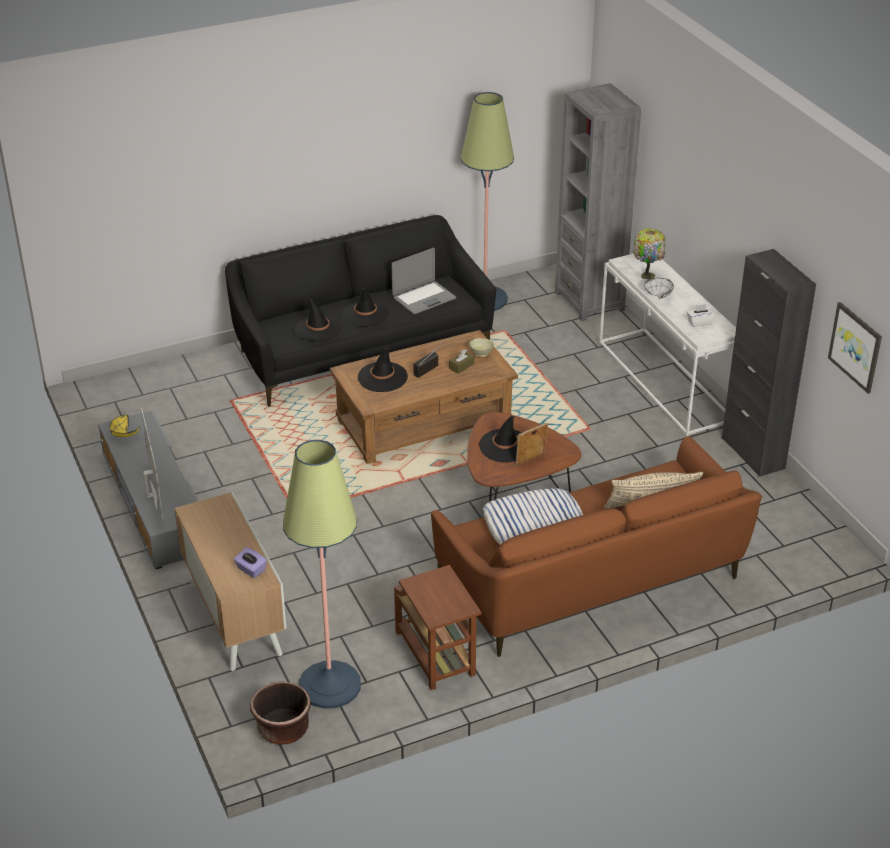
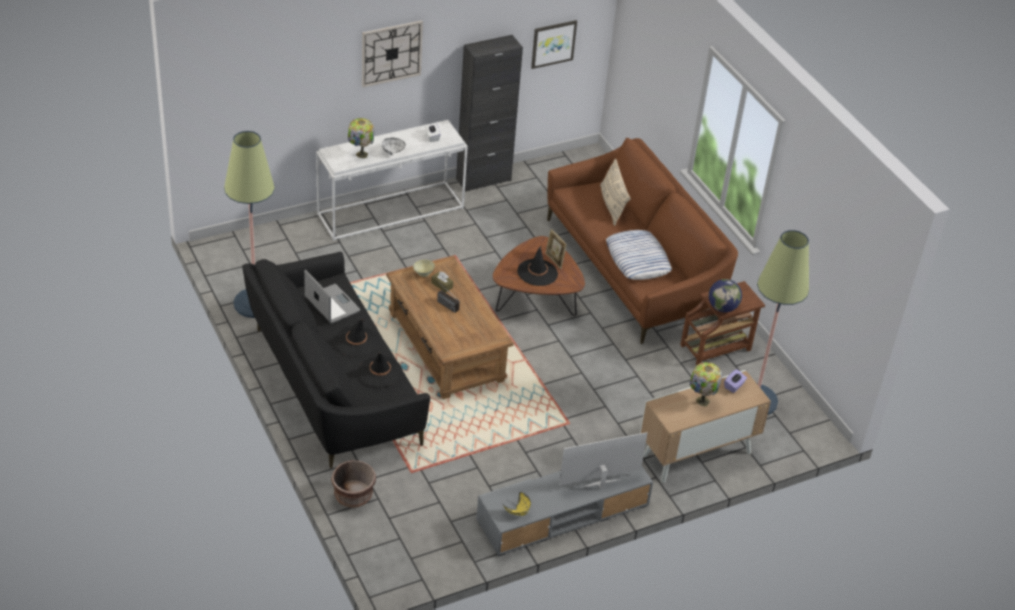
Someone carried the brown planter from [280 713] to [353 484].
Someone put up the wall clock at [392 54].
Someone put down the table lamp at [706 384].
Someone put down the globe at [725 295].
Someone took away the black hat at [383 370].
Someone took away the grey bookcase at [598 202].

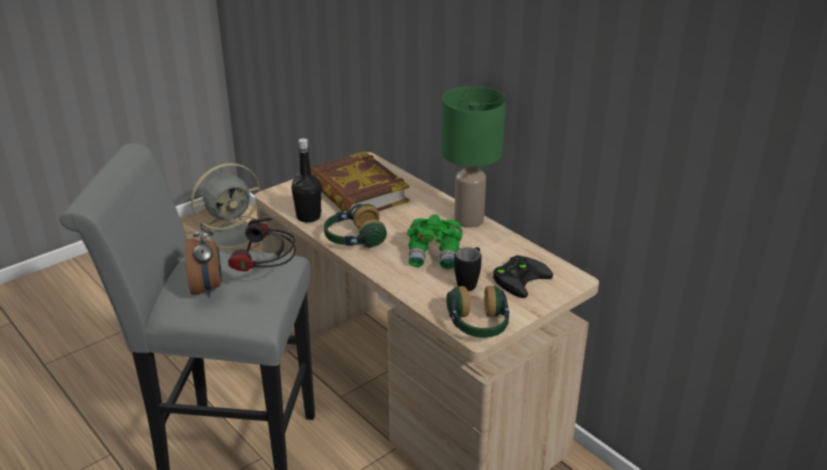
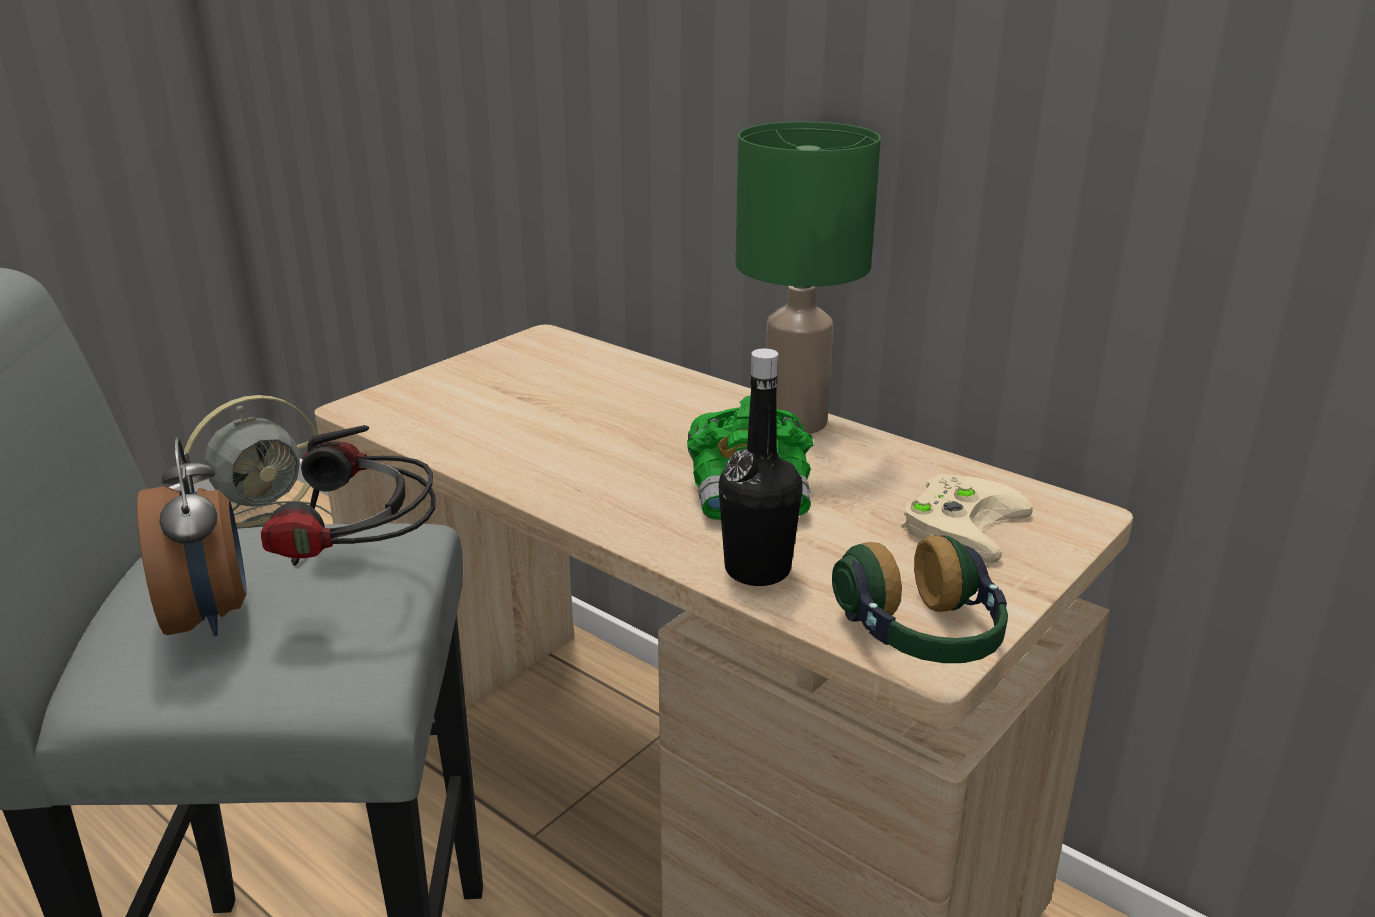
Someone carried the black bottle from [306 180] to [760 467].
Someone repainted the black game controller at [523 276], which became the beige game controller at [967 518].
Someone took away the book at [359 184].
Someone took away the headphones at [355 226].
Someone took away the black mug at [468 269].

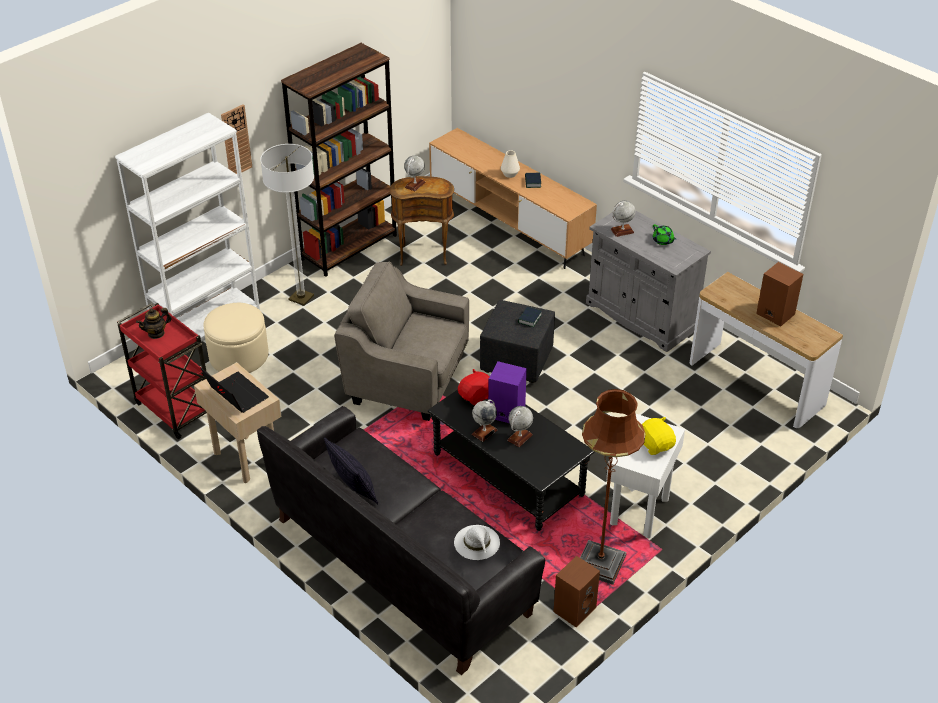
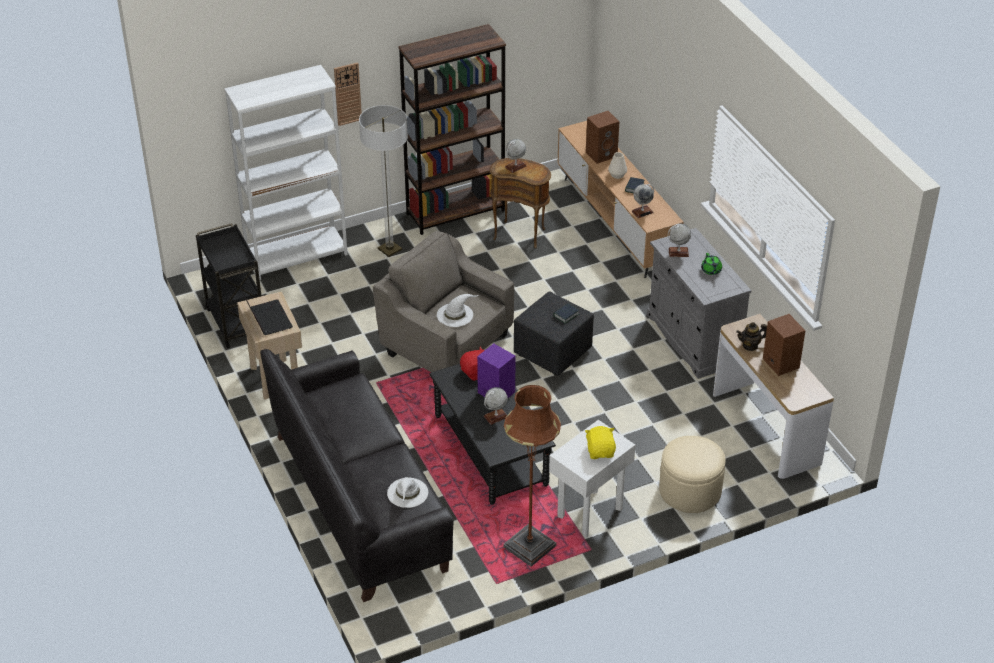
Someone repainted the red cart at [162 371], which became the black cart at [228 285].
Someone put down the white hat at [458 310].
Someone carried the brown speaker from [576 591] to [602 137].
Someone carried the globe from [484 421] to [642 201].
Someone carried the beige ottoman from [236 338] to [692 474].
Someone carried the teapot from [154 323] to [751 336].
Someone took away the pillow at [351 470].

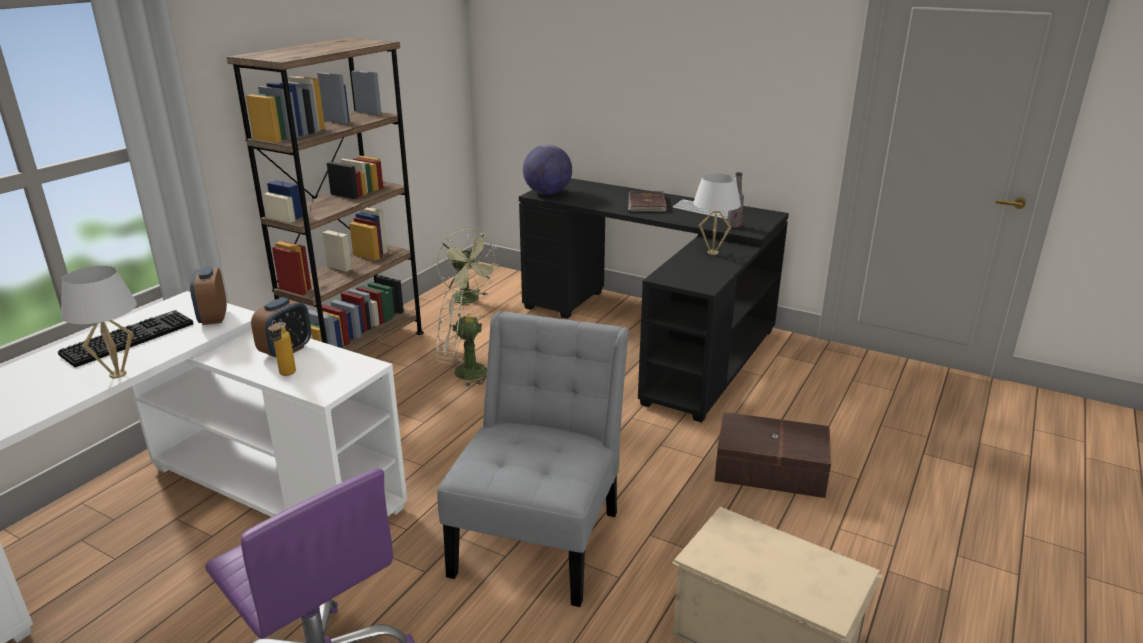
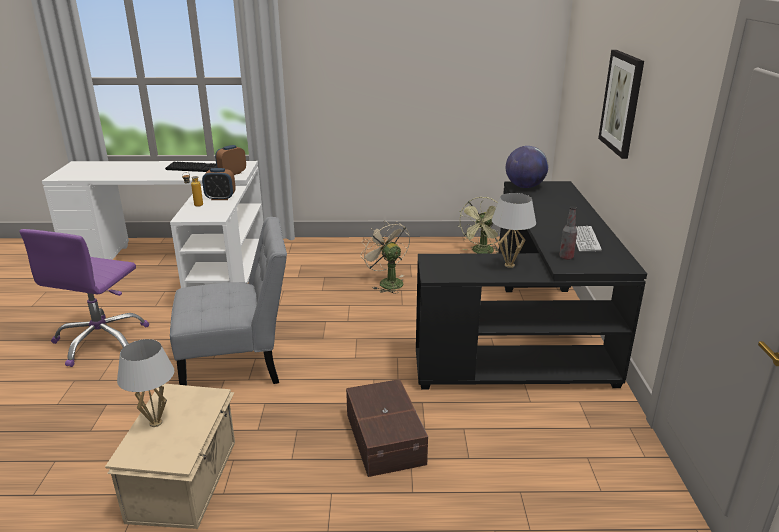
Someone carried the white table lamp from [99 322] to [145 383].
Someone put up the picture at [621 104].
Someone took away the brown bookcase at [325 196].
Someone took away the brown book at [647 201].

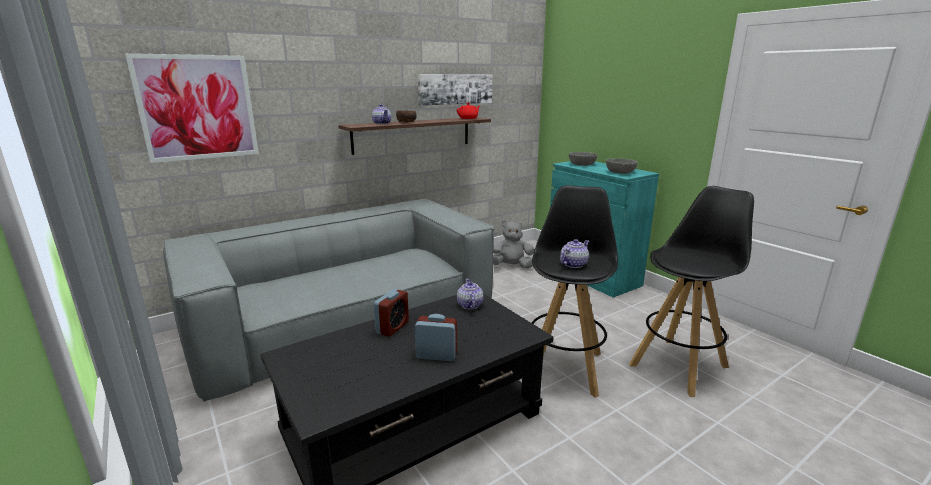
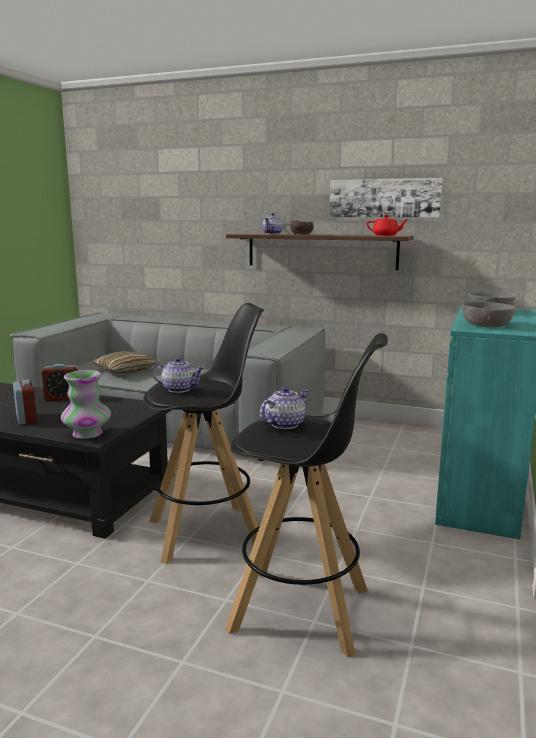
Someone put down the vase at [86 404].
Someone put down the pillow at [125 362].
Someone carried the teapot from [470 294] to [284 408].
Someone took away the picture at [192 108].
Someone took away the grey plush toy at [514 244].

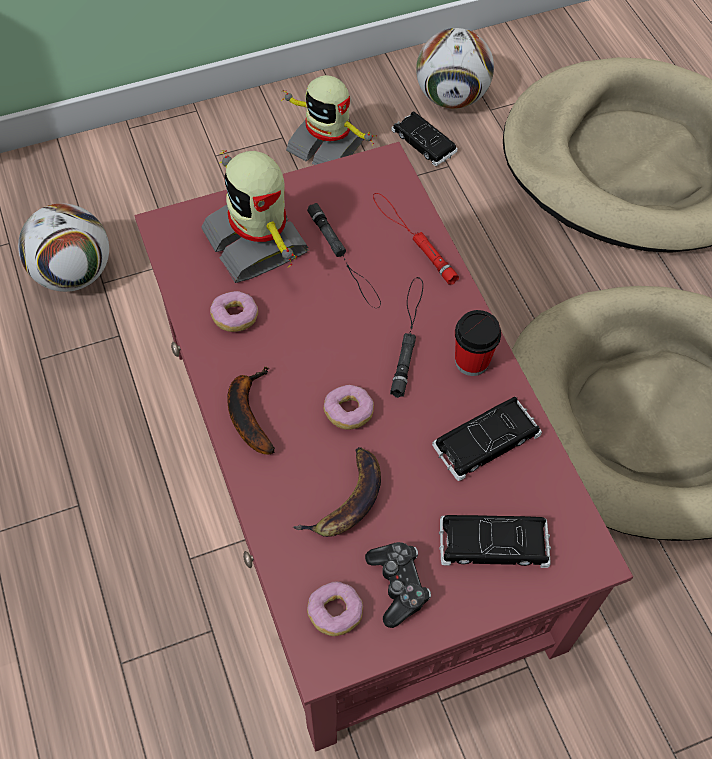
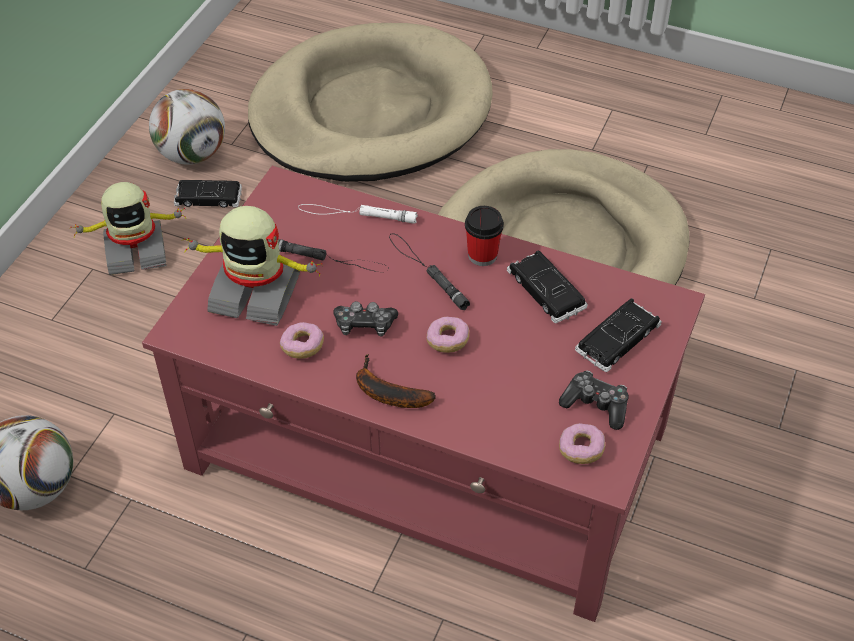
Someone repainted the red flashlight at [416 239], which became the white flashlight at [358 214].
Someone put down the game controller at [365 318].
Someone rotated the black toy car at [487 439] by 135 degrees clockwise.
Someone took away the banana at [337 492].

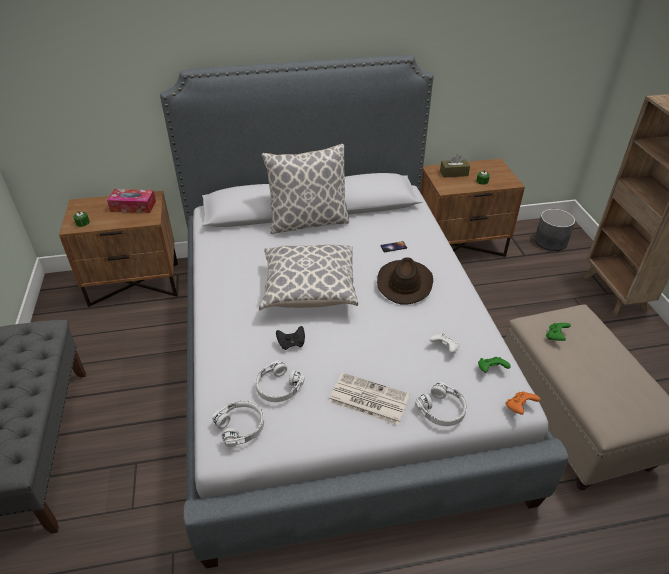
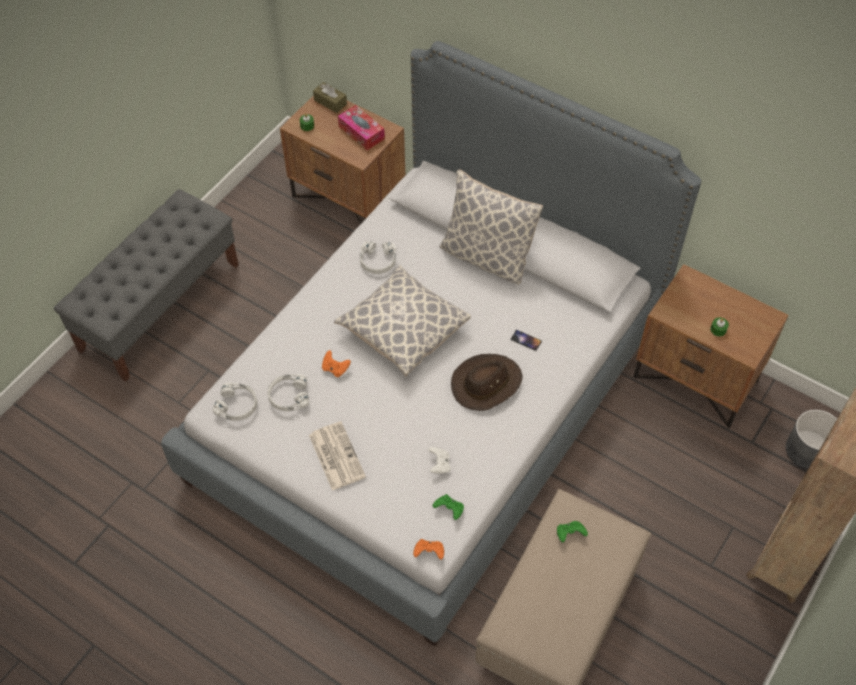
Someone carried the brown tissue box from [455 166] to [330 97].
Someone repainted the black game controller at [290 338], which became the orange game controller at [336 363].
Someone carried the white headphones from [441 404] to [378 257].

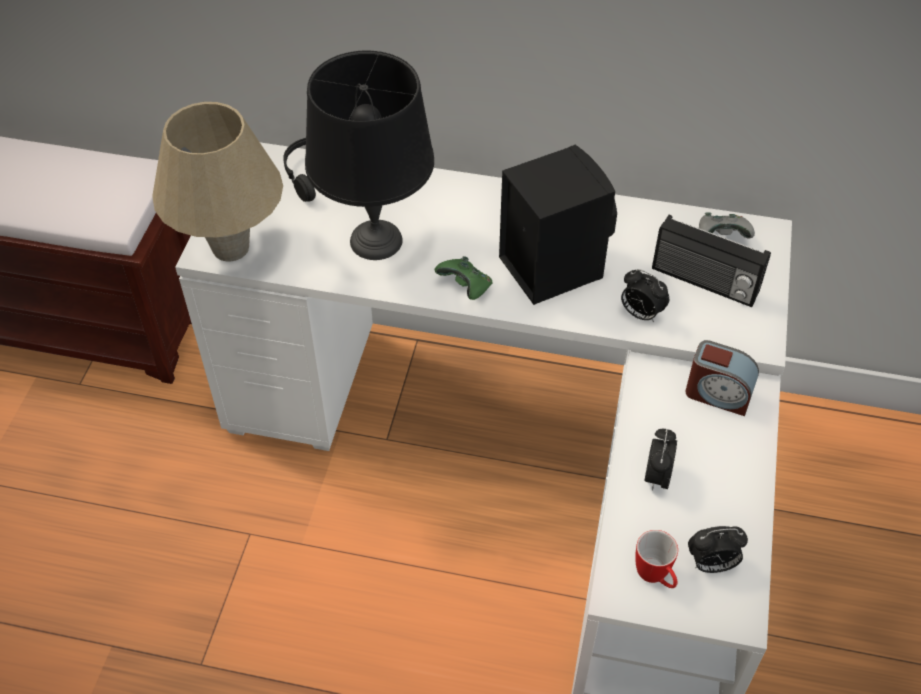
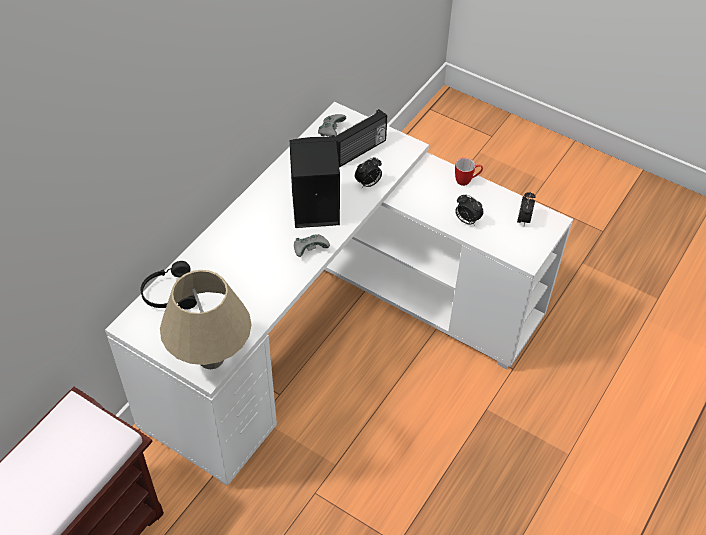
Someone repainted the green game controller at [464 278], which became the grey game controller at [312 245].
Someone carried the mug from [656 559] to [469 172].
Someone took away the black table lamp at [369 155].
Someone took away the alarm clock at [722 378].

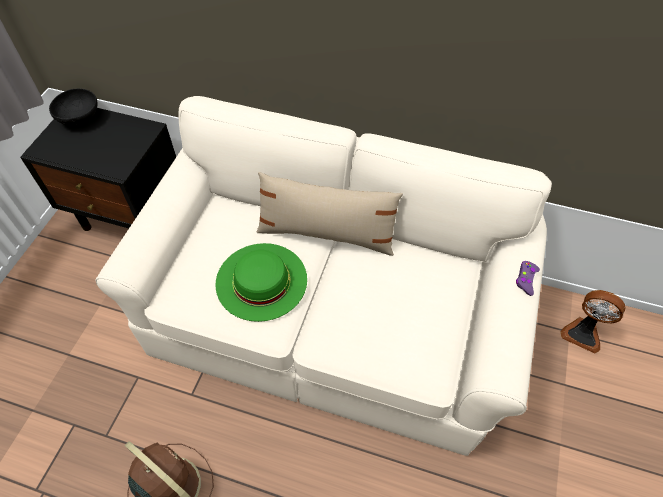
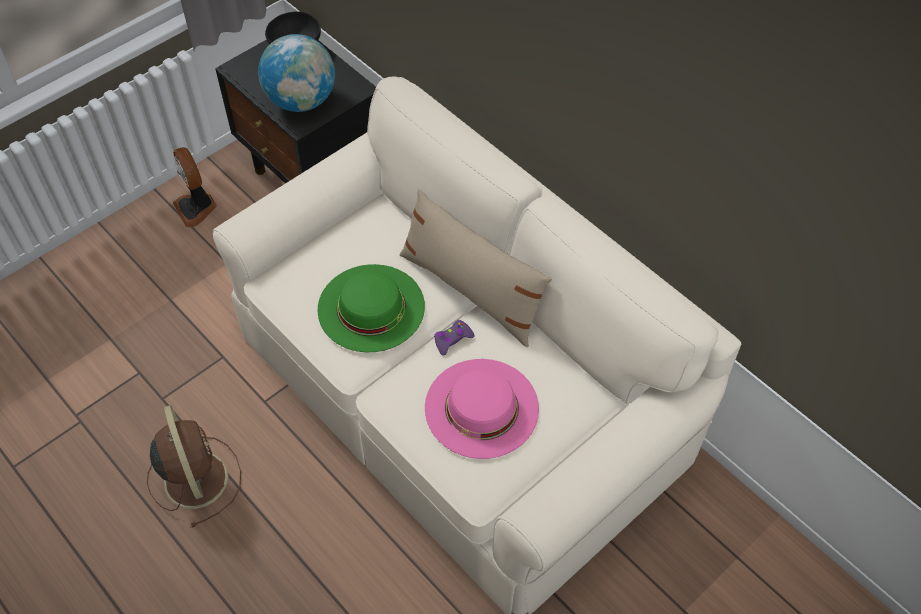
Someone carried the fan from [593 321] to [195 187].
Someone put down the globe at [296 73].
Someone put down the pink hat at [482 409].
Someone carried the purple game controller from [528 278] to [454 338].

